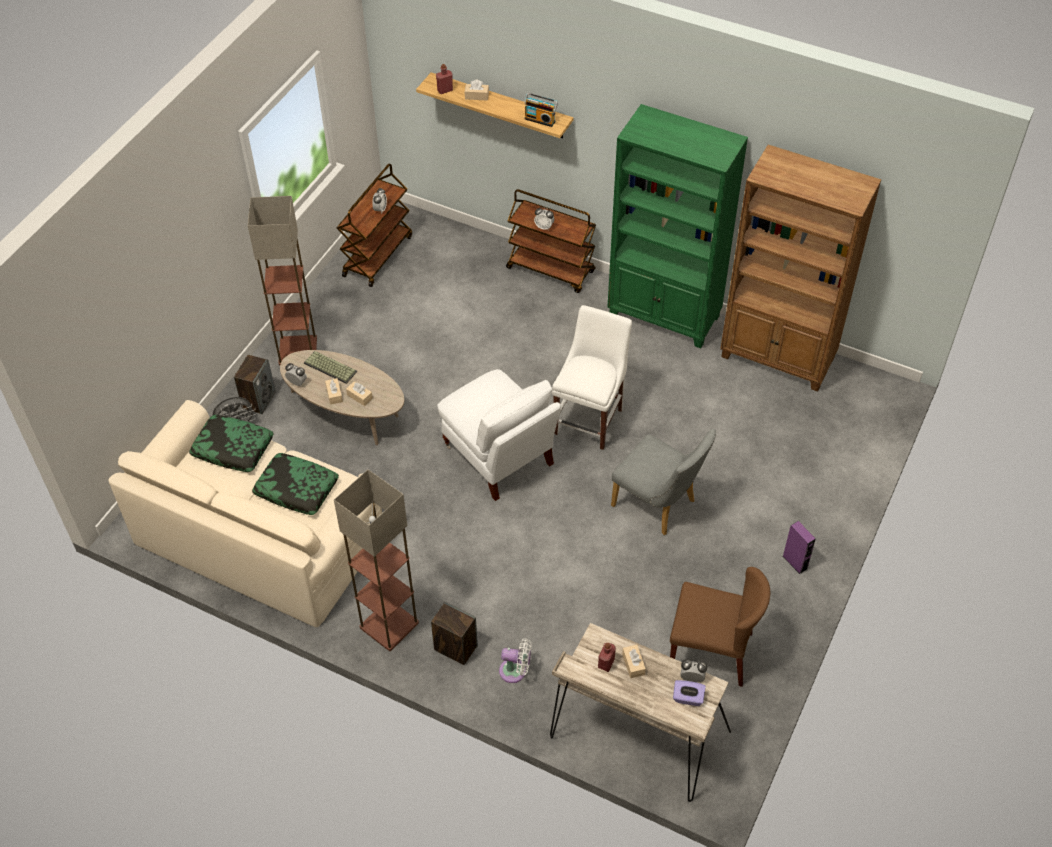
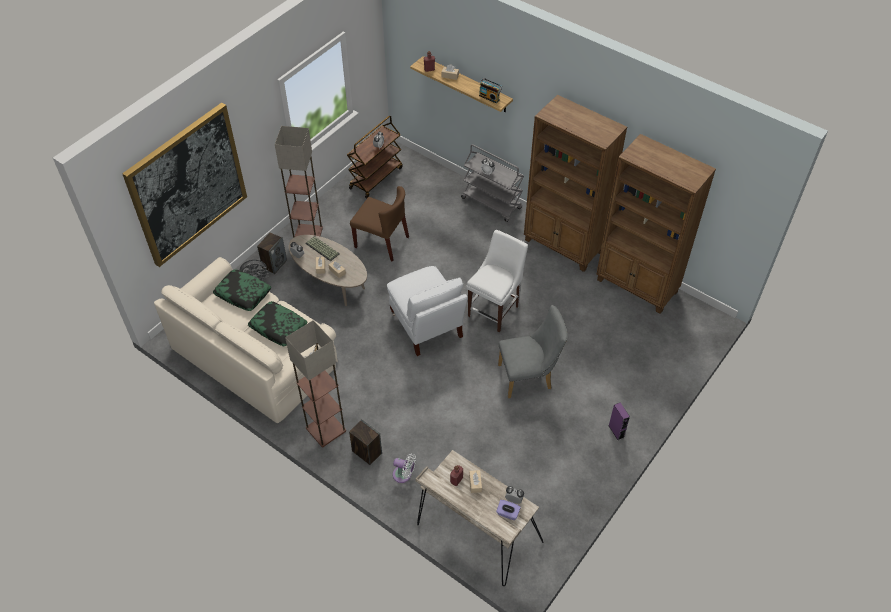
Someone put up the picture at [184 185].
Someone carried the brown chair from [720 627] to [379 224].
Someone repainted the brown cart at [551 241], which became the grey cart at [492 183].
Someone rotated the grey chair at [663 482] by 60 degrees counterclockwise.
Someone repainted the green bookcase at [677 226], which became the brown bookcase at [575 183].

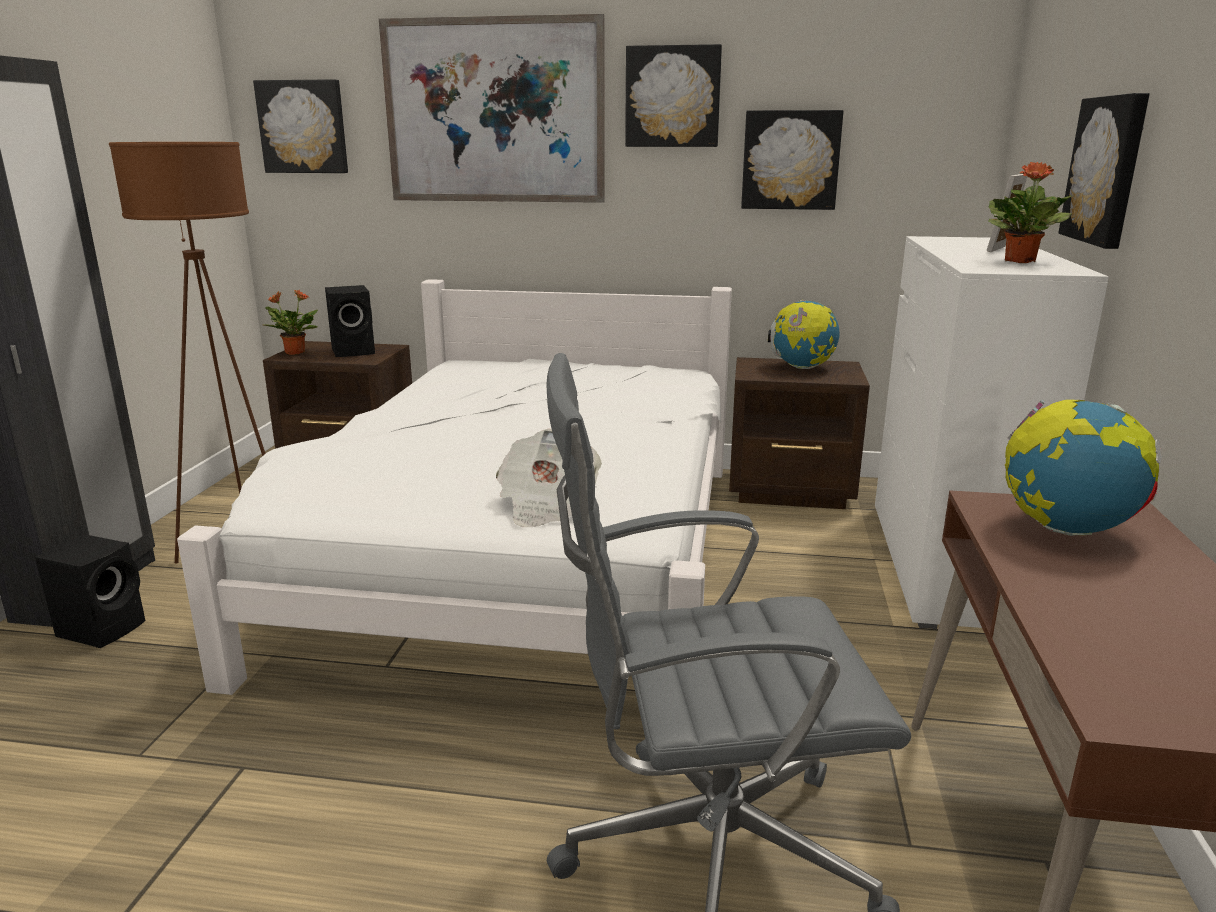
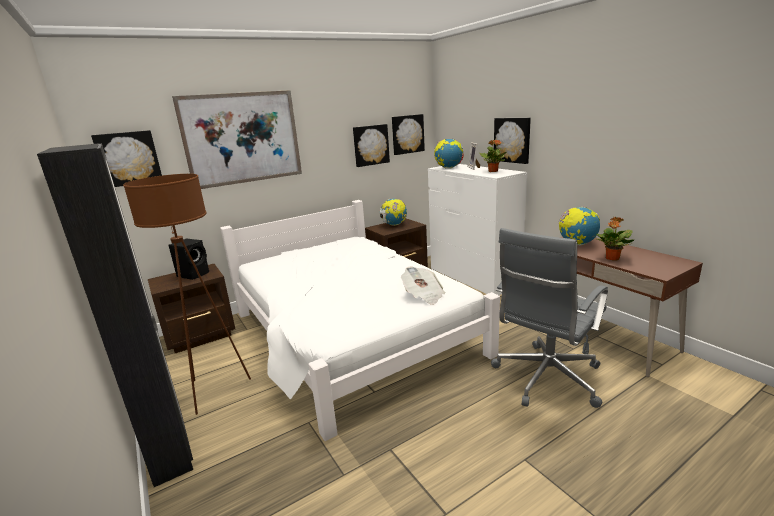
Someone carried the picture from [673 95] to [408 134].
Someone put down the globe at [449 154].
Someone carried the potted plant from [291 322] to [614 239].
Someone took away the black speaker at [90 591].

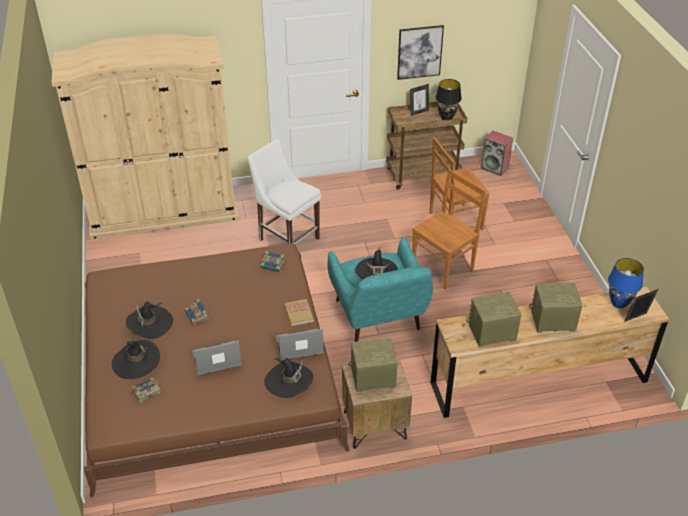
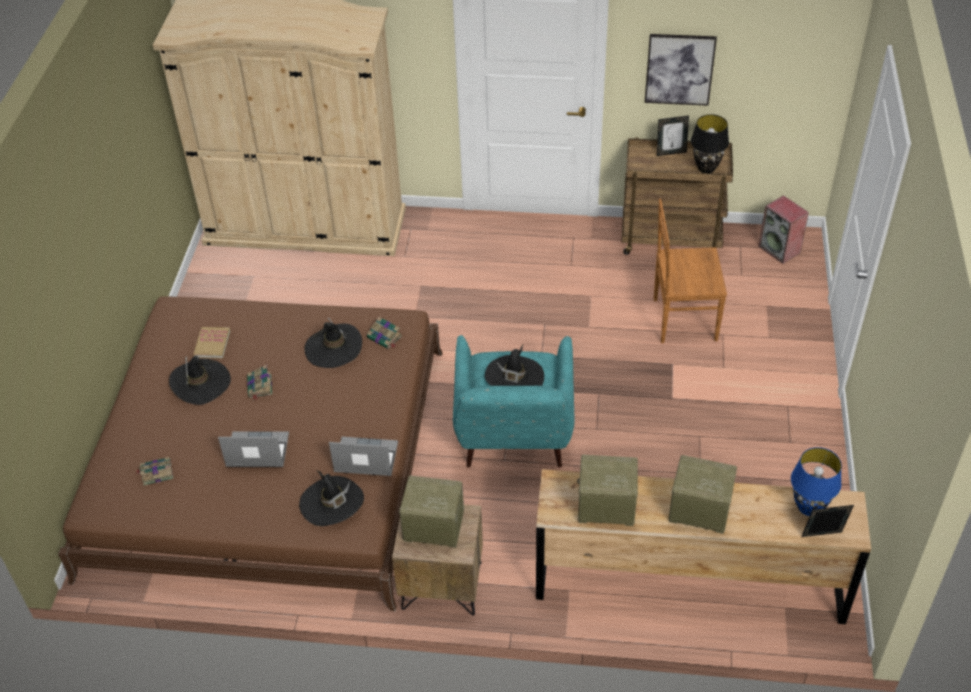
Someone carried the book from [299 312] to [211 343].
Someone carried the black hat from [136 358] to [333 343].
Someone took away the white chair at [284 191].
Someone took away the brown chair at [449 229].

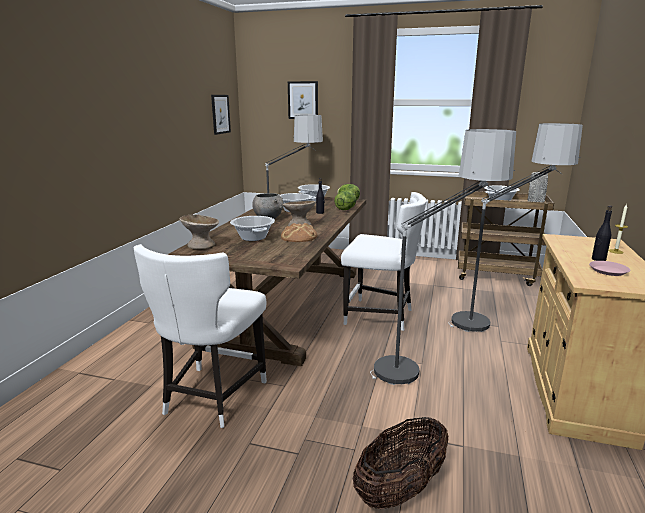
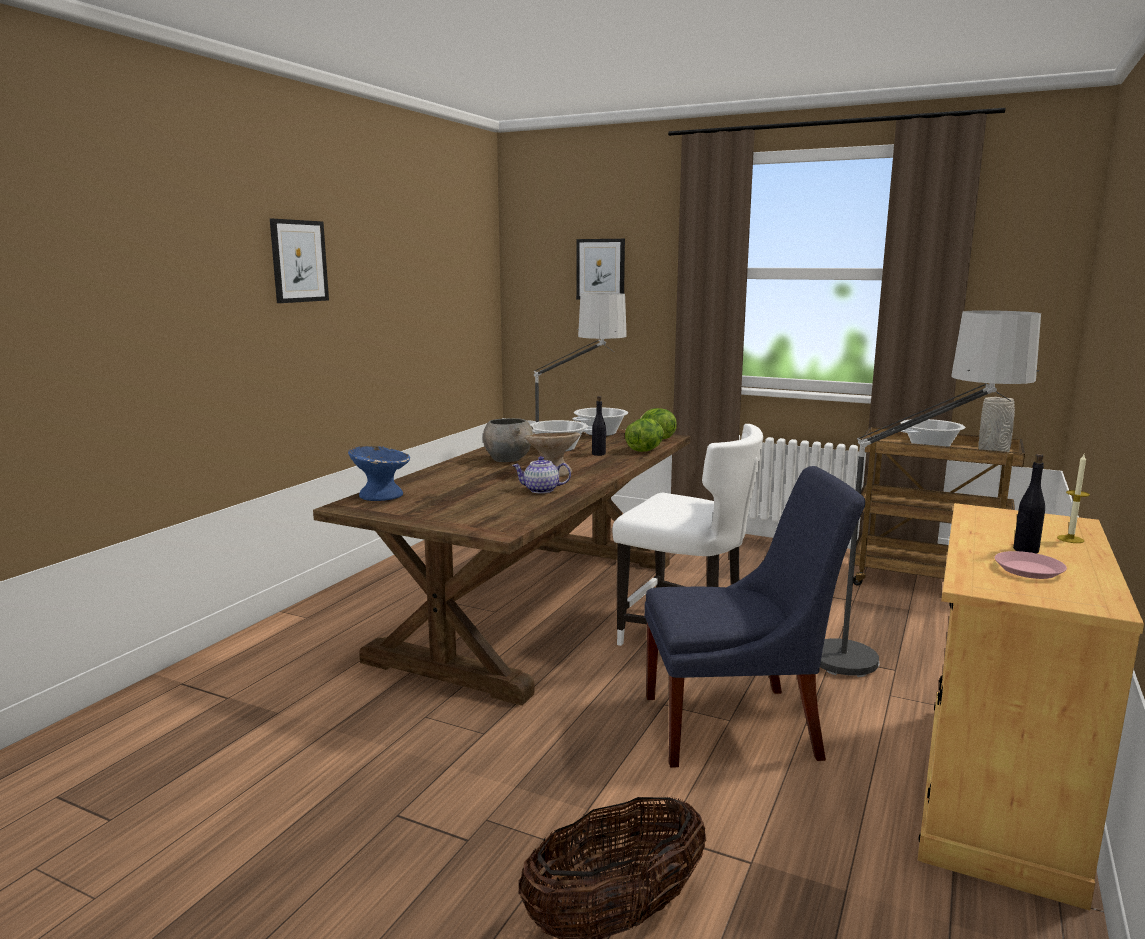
Someone carried the picture from [221 115] to [299 261].
Someone repainted the beige bowl at [199 232], which became the blue bowl at [379 473].
Someone swapped the bread at [299 232] for the teapot at [541 475].
Someone swapped the floor lamp at [443 257] for the blue chair at [755 617].
Someone took away the white chair at [200 336].
Someone took away the cooking pot at [252 228].

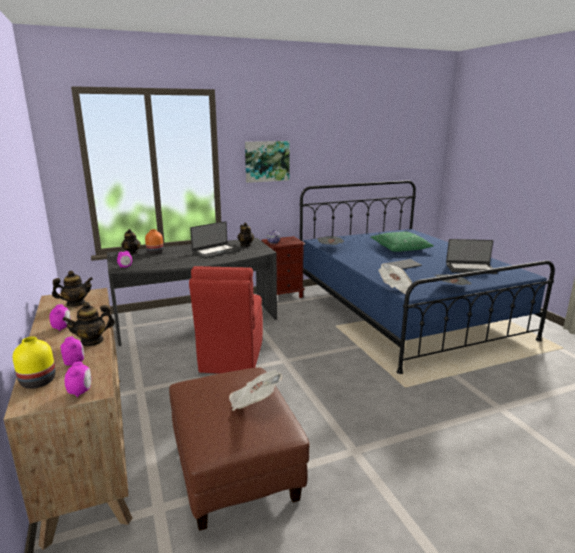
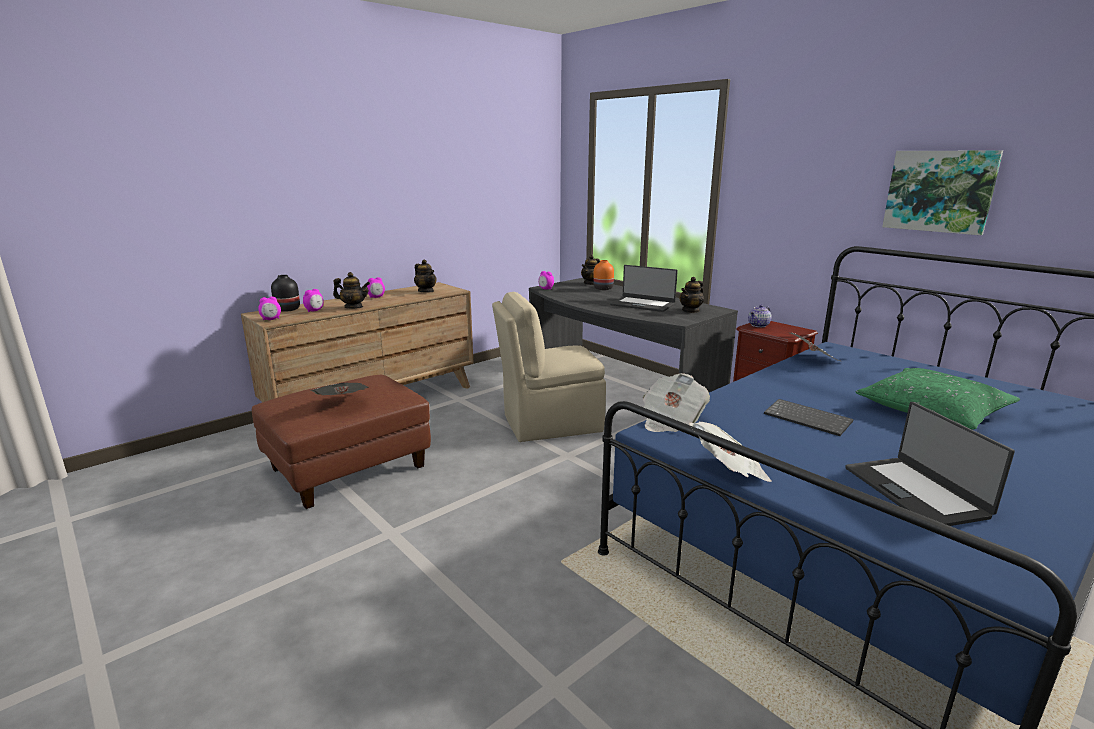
Someone repainted the yellow vase at [34 362], which became the black vase at [285 293].
Someone rotated the teapot at [89 324] by 150 degrees clockwise.
Someone repainted the red chair at [226 320], which became the beige chair at [549 367].
Someone carried the picture from [267 162] to [942 193].

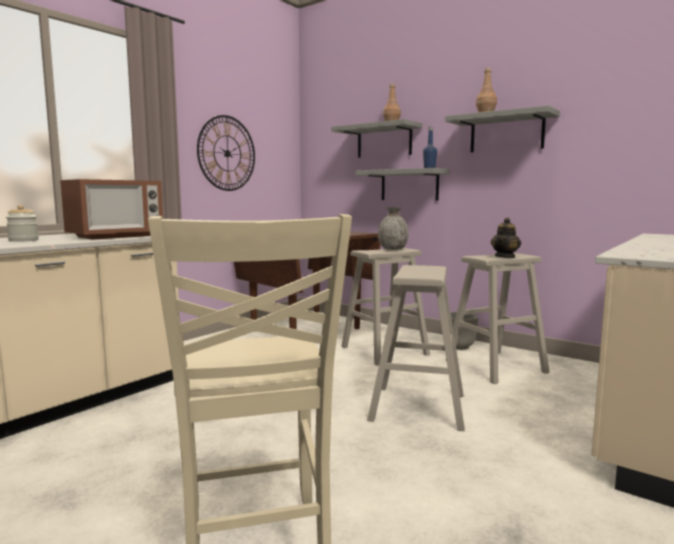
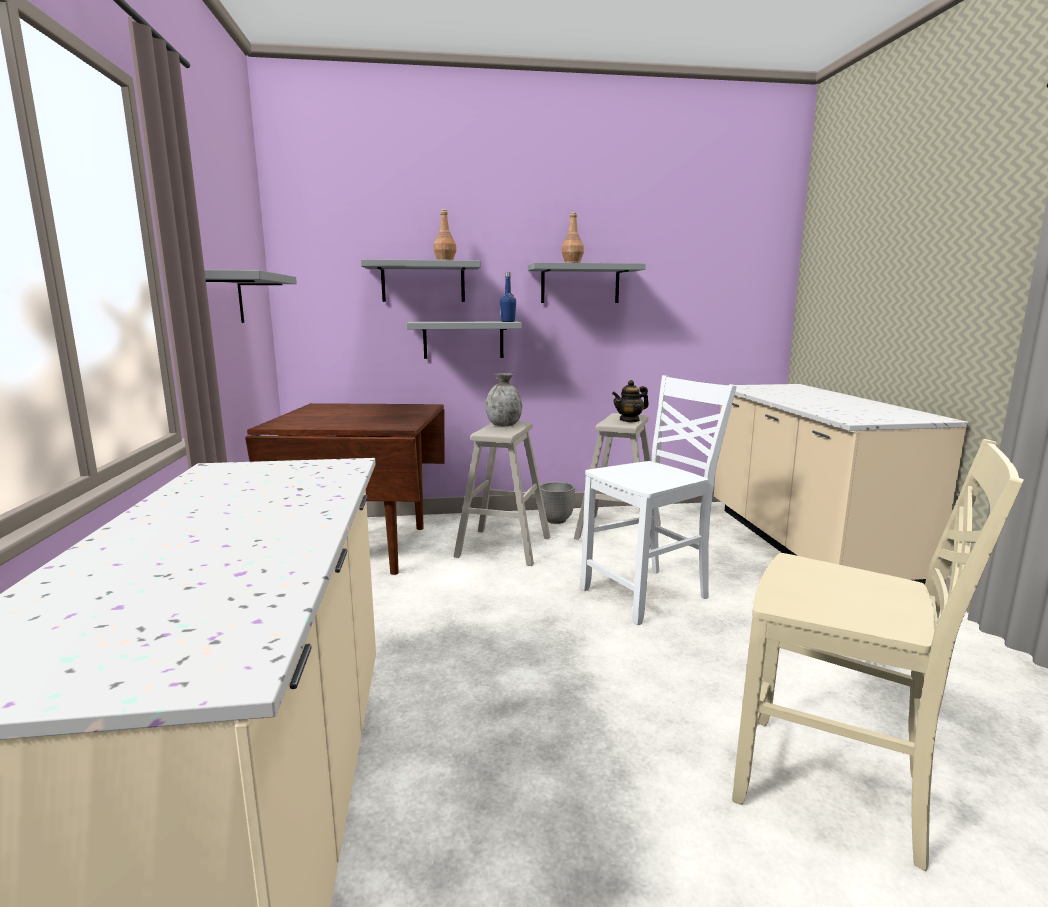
Someone swapped the wall clock at [226 153] for the grey shelf at [250 296].
Someone swapped the beige stool at [416 348] for the white chair at [659 500].
Someone rotated the teapot at [506 238] by 75 degrees clockwise.
Someone took away the jar at [22 223].
Someone took away the microwave at [111 209].

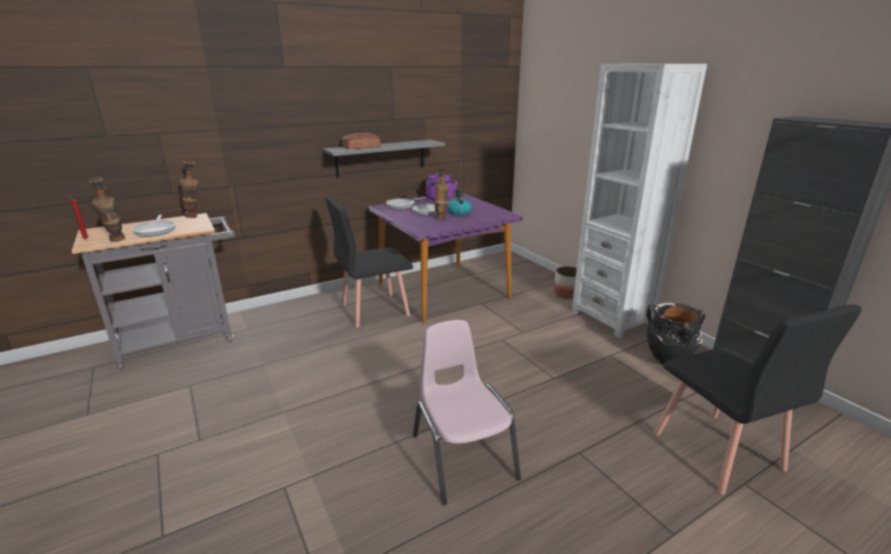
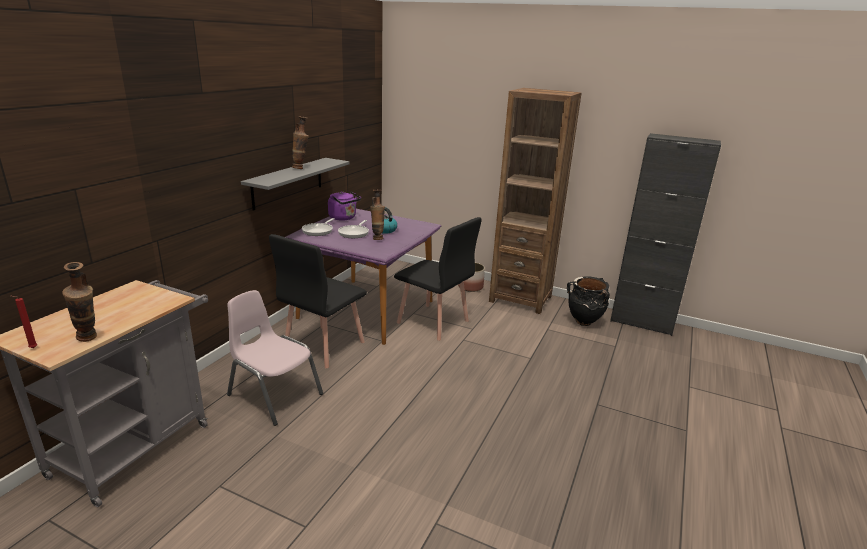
Someone carried the pink chair from [467 412] to [275 358].
Someone carried the vase from [189 189] to [300 142].
Someone carried the black chair from [758 400] to [438 279].
Someone repainted the white bookcase at [639 201], which became the brown bookcase at [535 201].
Someone took away the frying pan at [153 226].
Someone took away the bread at [361 141].

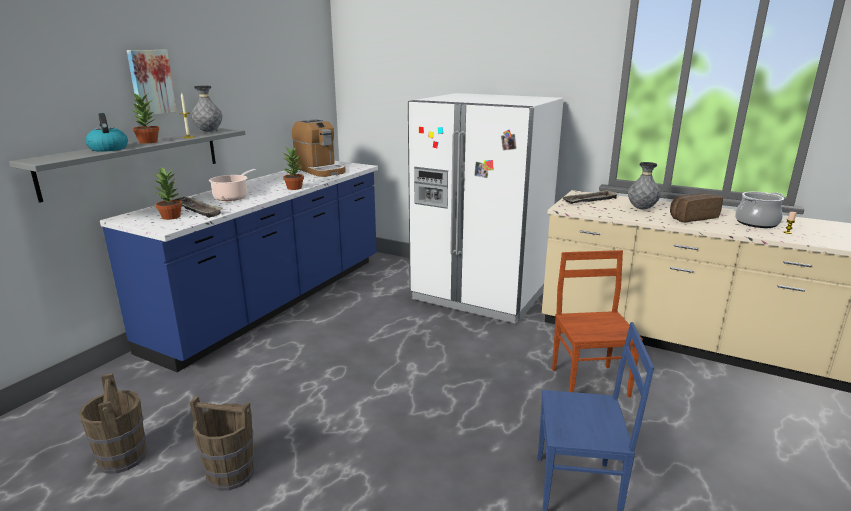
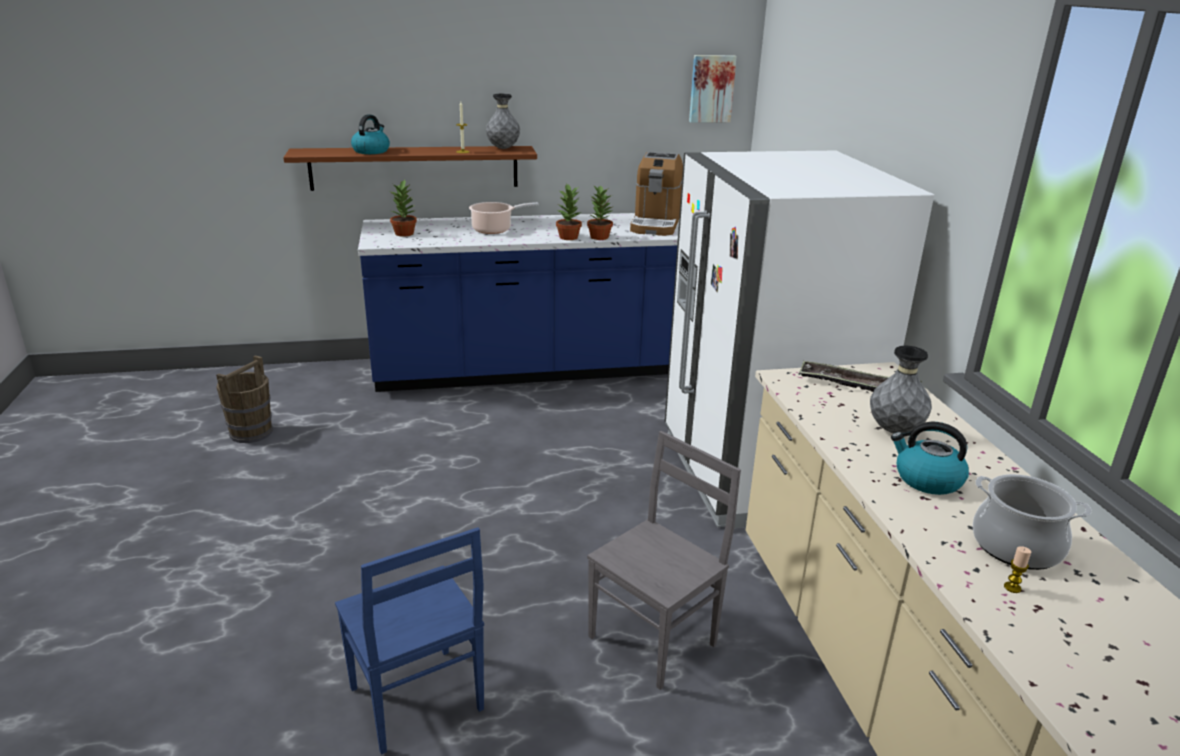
Someone repainted the grey shelf at [127 165], which became the brown shelf at [410 168].
Someone carried the potted plant from [145 118] to [600 212].
Someone repainted the brown chair at [597 323], which became the grey chair at [664 560].
Someone carried the picture from [152 83] to [713 89].
Someone swapped the bread at [696 207] for the kettle at [930 458].
Someone took away the tray at [198 207].
Someone took away the brown bucket at [222 443].

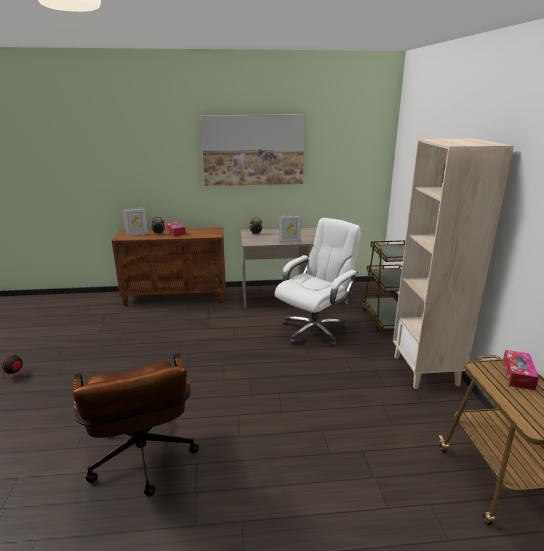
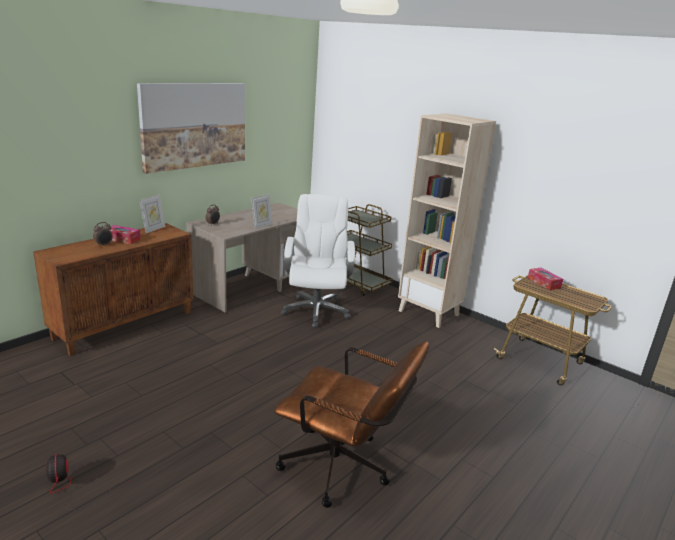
Someone carried the picture frame from [135 221] to [152 214].

